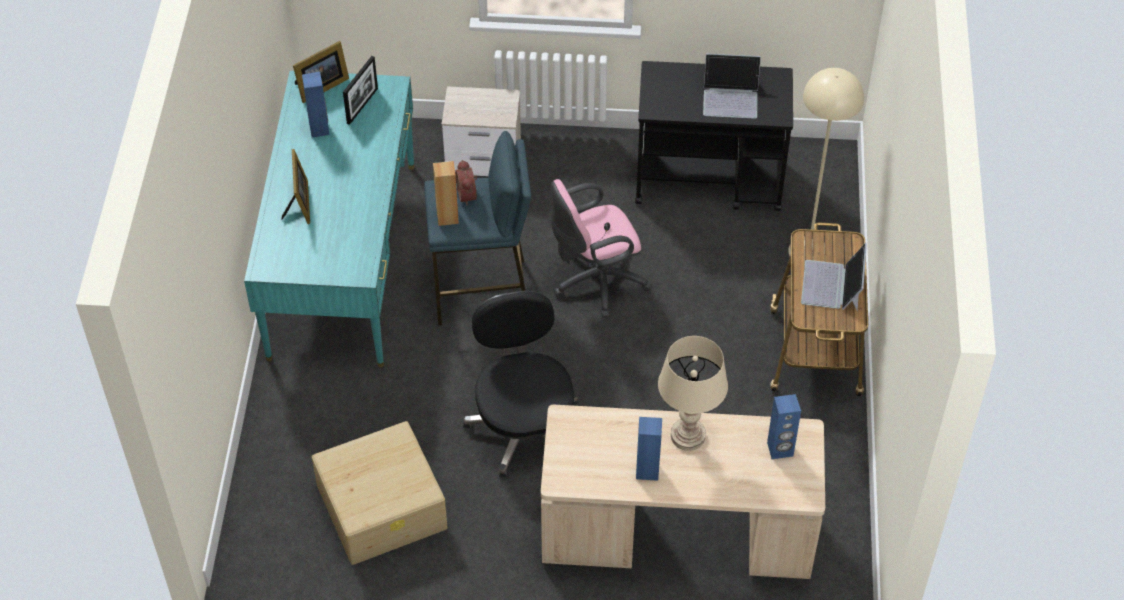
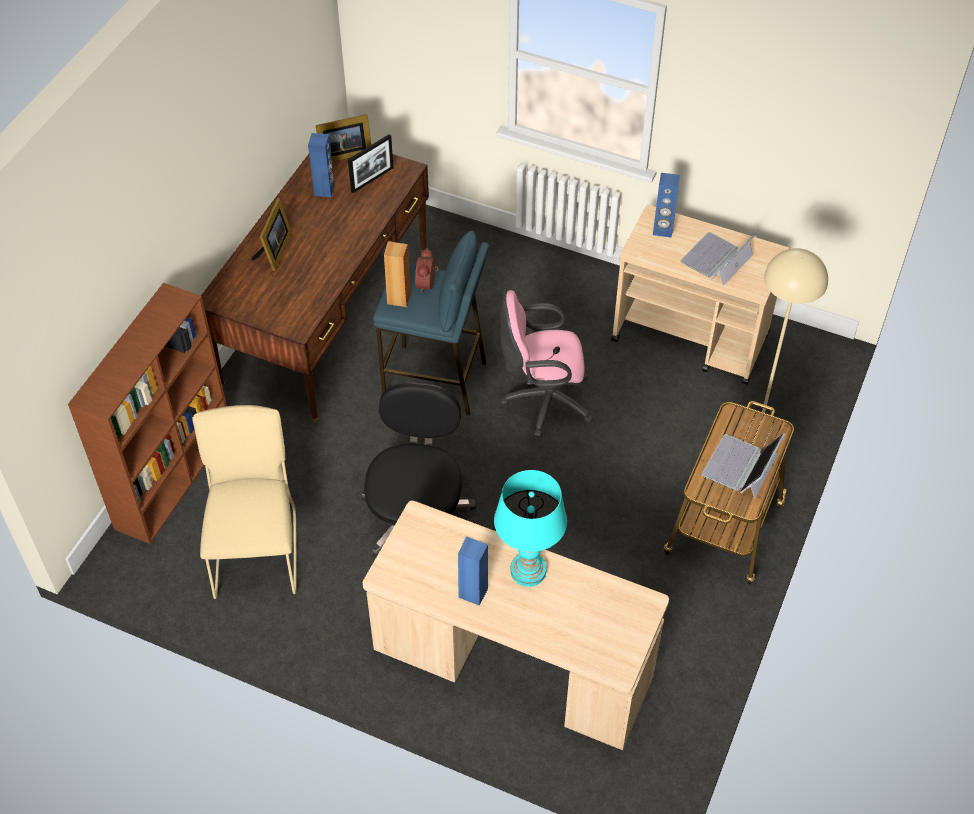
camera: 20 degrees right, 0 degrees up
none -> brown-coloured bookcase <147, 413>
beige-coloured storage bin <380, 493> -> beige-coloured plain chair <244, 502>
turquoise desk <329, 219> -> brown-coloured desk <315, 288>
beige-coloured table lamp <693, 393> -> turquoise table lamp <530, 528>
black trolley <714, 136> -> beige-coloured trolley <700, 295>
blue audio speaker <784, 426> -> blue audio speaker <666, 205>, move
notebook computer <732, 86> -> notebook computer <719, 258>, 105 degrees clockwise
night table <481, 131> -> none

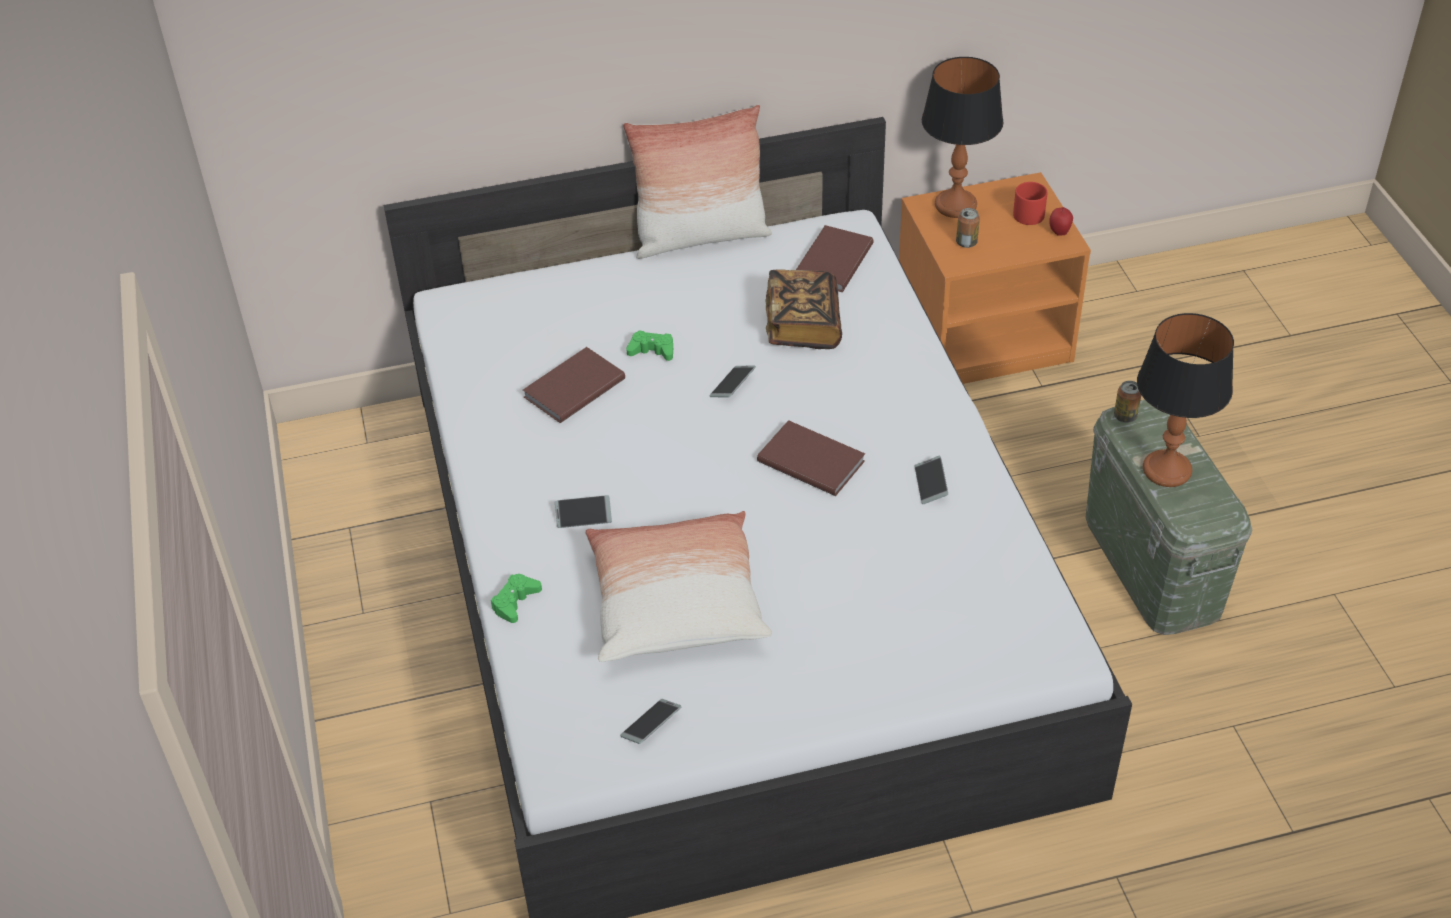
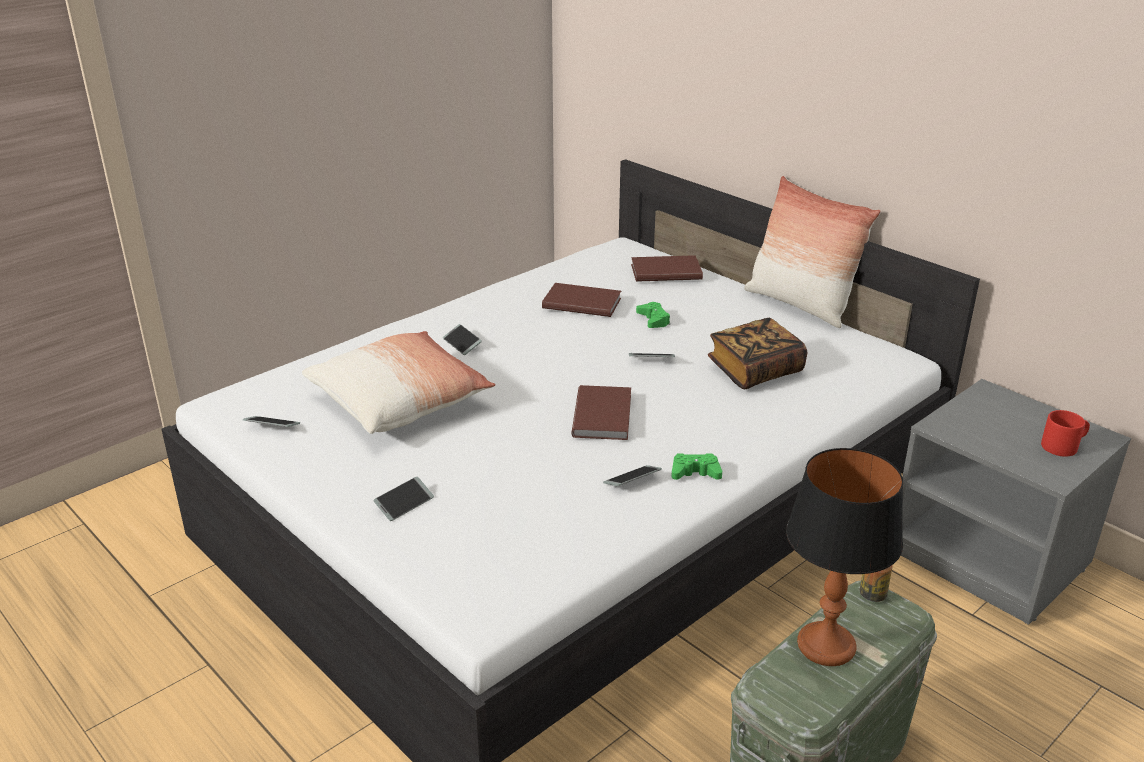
camera: 60 degrees right, 15 degrees down
none -> phone <404, 499>
brown-coloured volume <835, 258> -> brown-coloured volume <667, 268>, move
greenish gamepad <516, 598> -> greenish gamepad <696, 466>, move
orange night table <995, 278> -> greyish night table <1016, 502>
table lamp <963, 137> -> none
sealed can <968, 228> -> none
whole apple <1061, 221> -> none

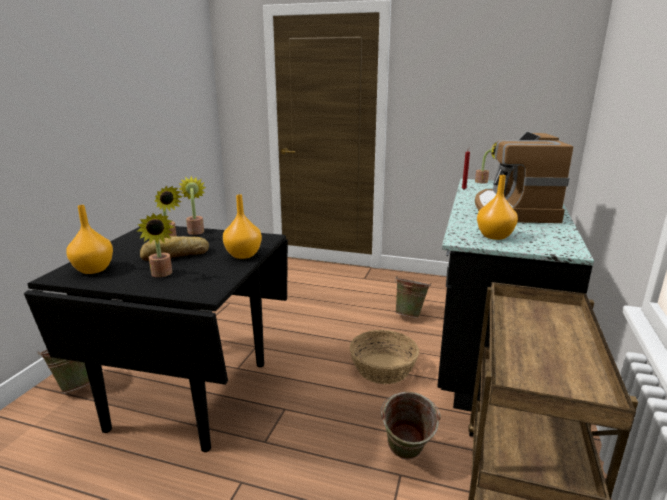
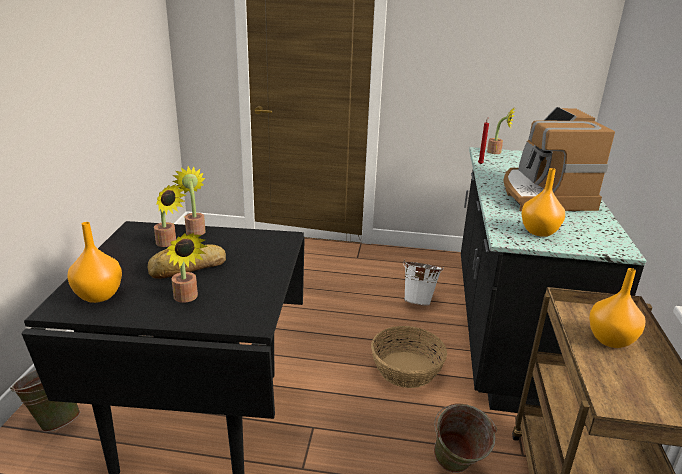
camera: 10 degrees left, 5 degrees up
greenish pail <413, 297> -> white pail <423, 282>
orange vase <242, 226> -> orange vase <617, 308>, move

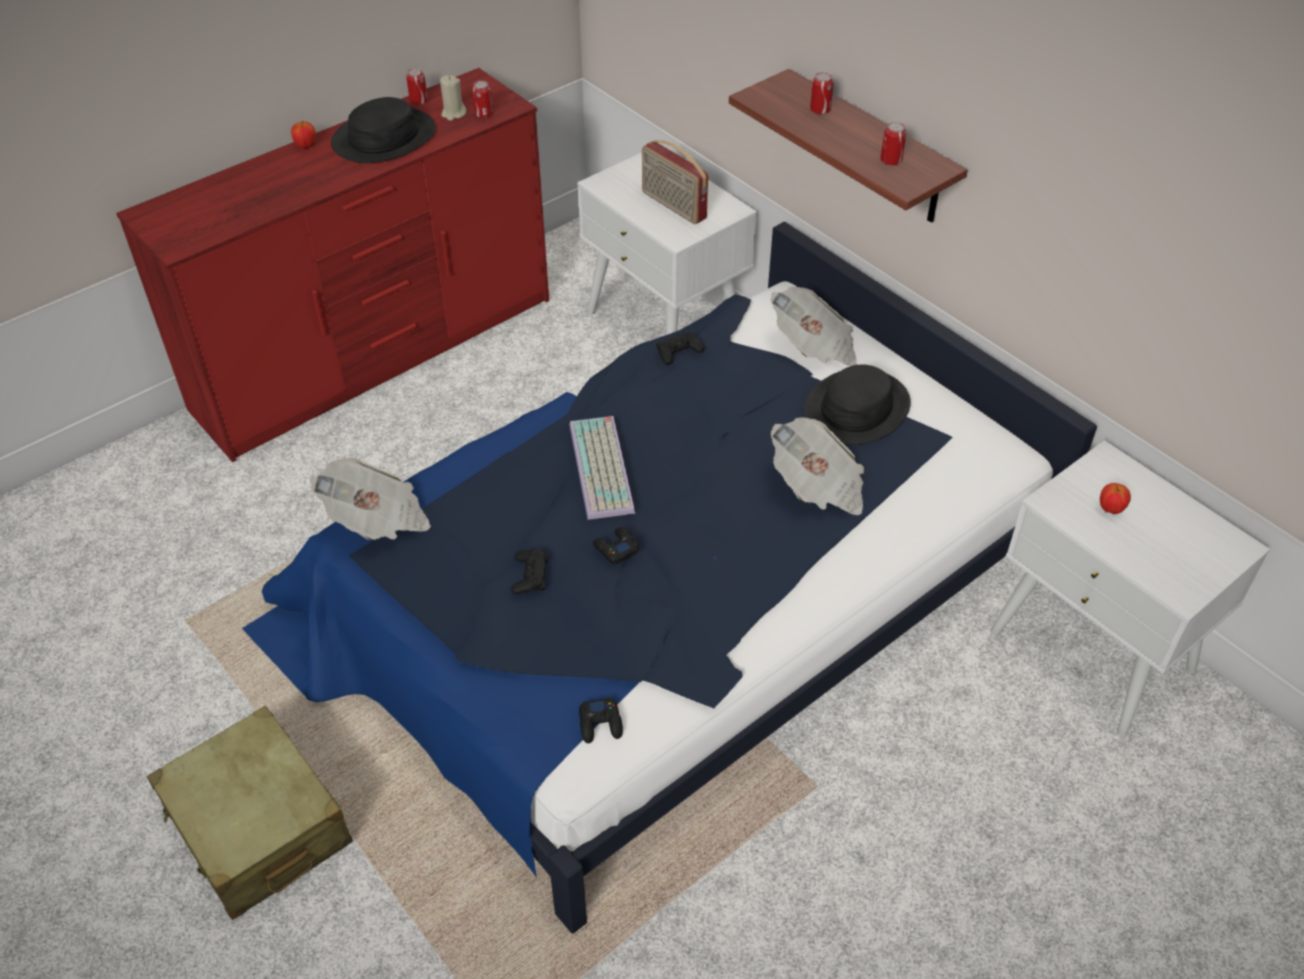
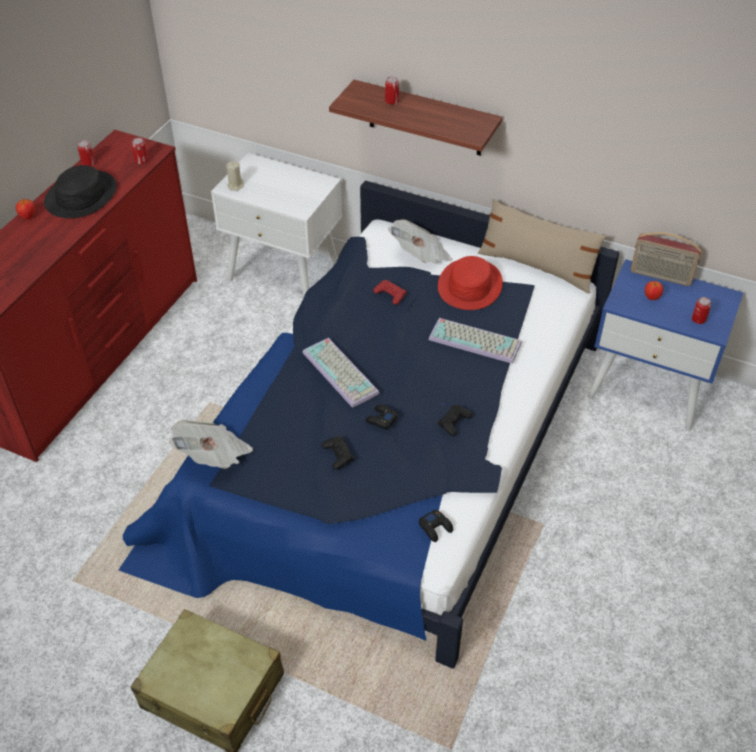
camera: 25 degrees left, 0 degrees up
beige-coloured wax candle <453, 98> -> beige-coloured wax candle <235, 176>, move
none -> red gamepad <390, 292>
printed paper <817, 466> -> computer keyboard <475, 341>
black clothing hat <857, 404> -> red clothing hat <470, 283>
black gamepad <680, 348> -> black gamepad <455, 420>, move
none -> beige-coloured cushion <542, 246>
white night table <1130, 588> -> blue night table <666, 345>
radio set <675, 182> -> radio set <666, 259>, move
sealed can <893, 144> -> sealed can <701, 310>, move

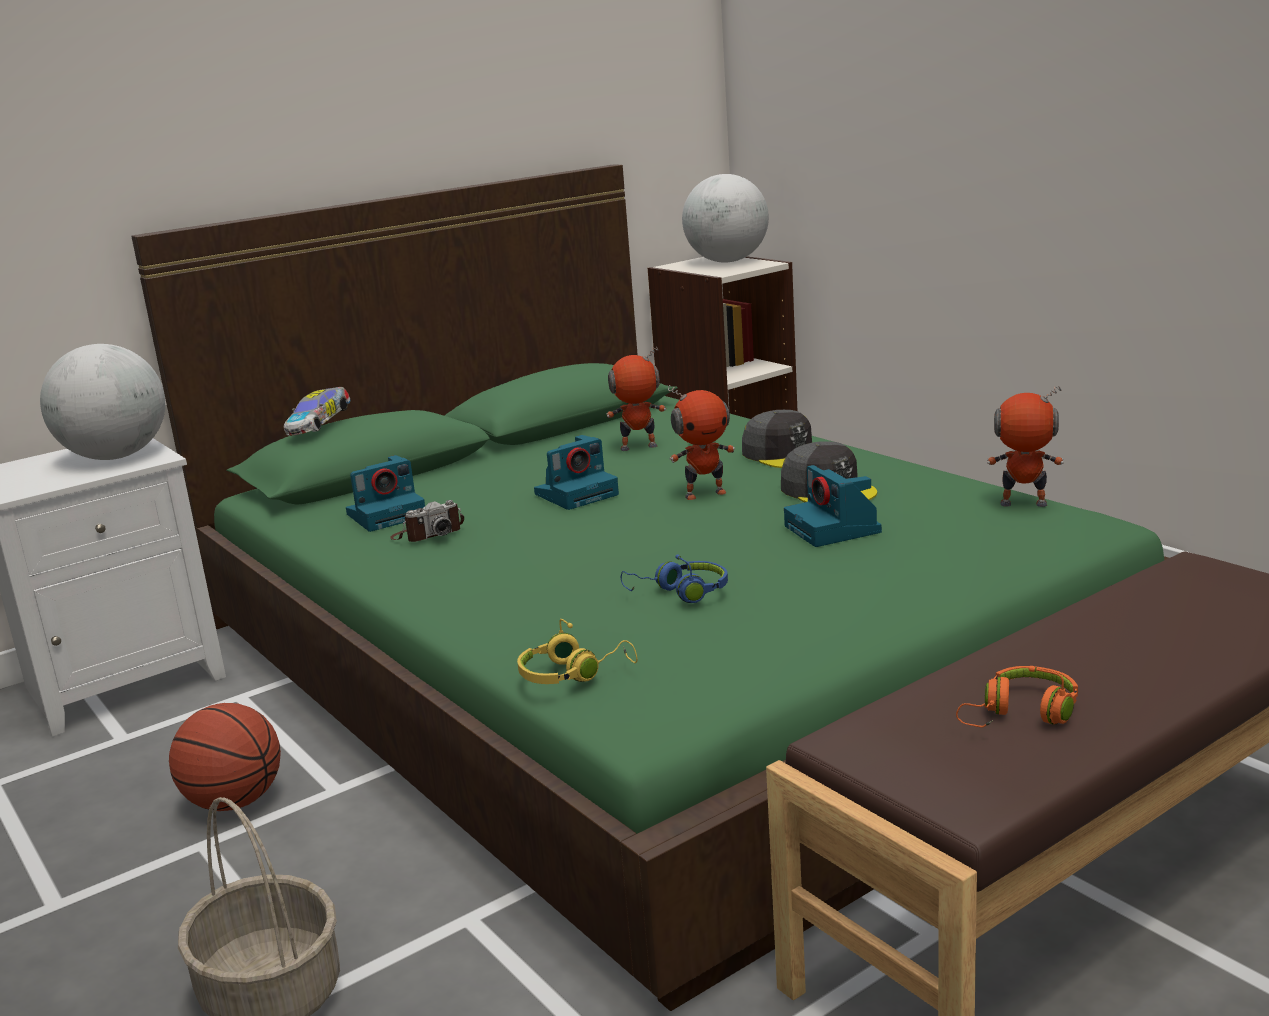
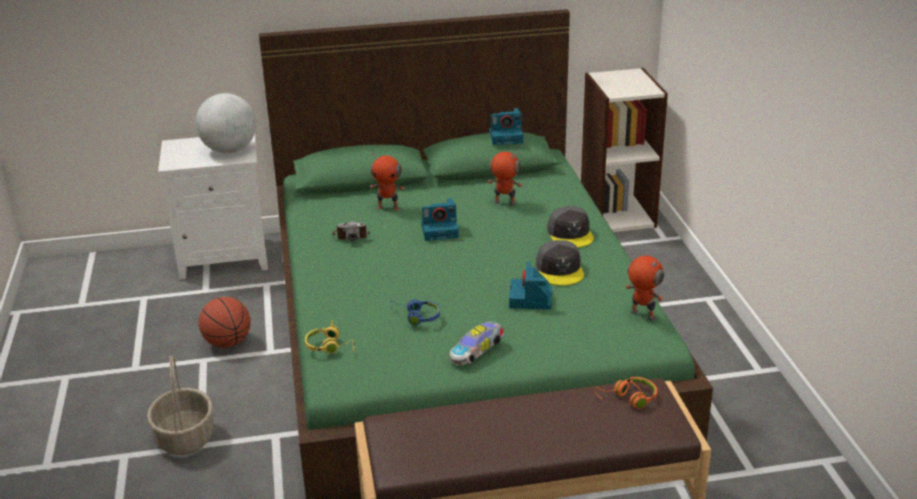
camera: 25 degrees right, 10 degrees up
toy robot <701, 442> -> toy robot <387, 180>, move
model car <317, 411> -> model car <477, 343>, move
still camera <385, 493> -> still camera <506, 126>, move
orange pair of headphones <1017, 697> -> orange pair of headphones <625, 393>, move
globe <725, 218> -> none

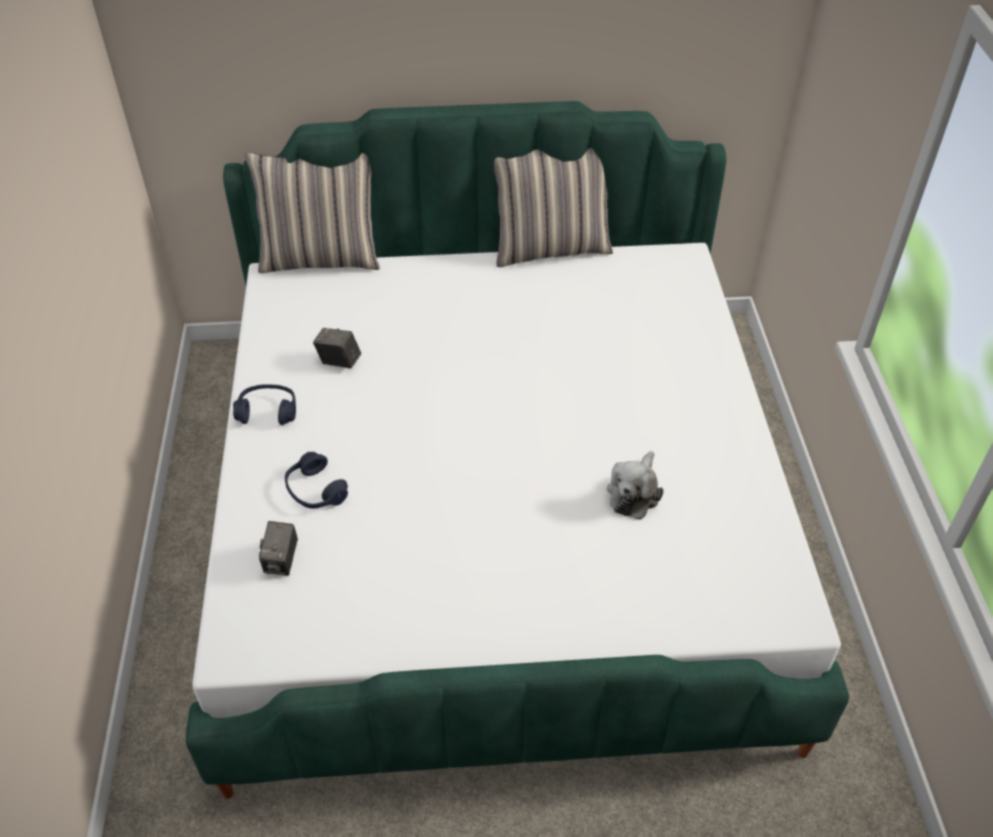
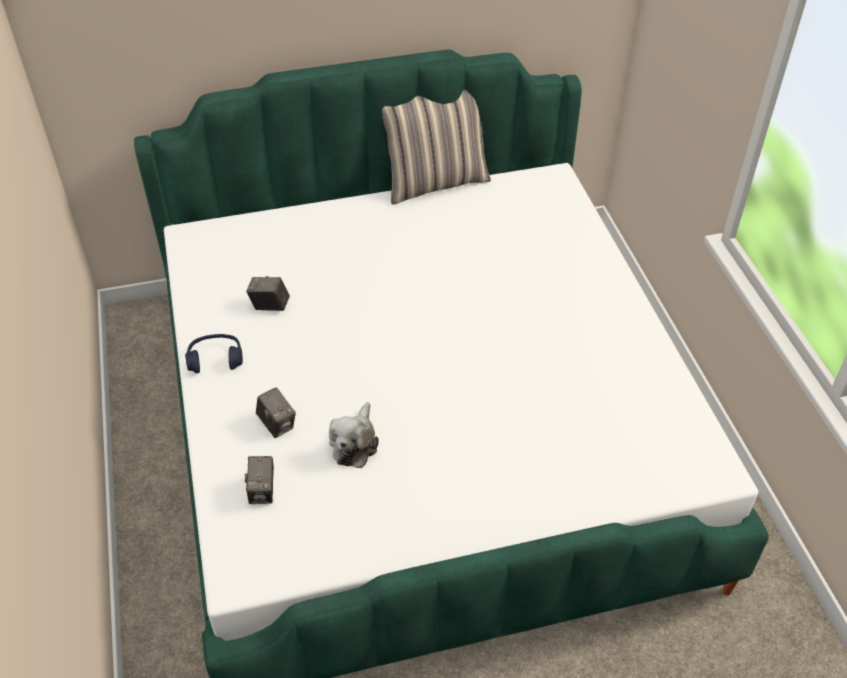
camera: 10 degrees left, 0 degrees up
blue pair of headphones <316, 480> -> still camera <276, 412>
soft toy <635, 485> -> soft toy <354, 435>, move
cushion <312, 212> -> none

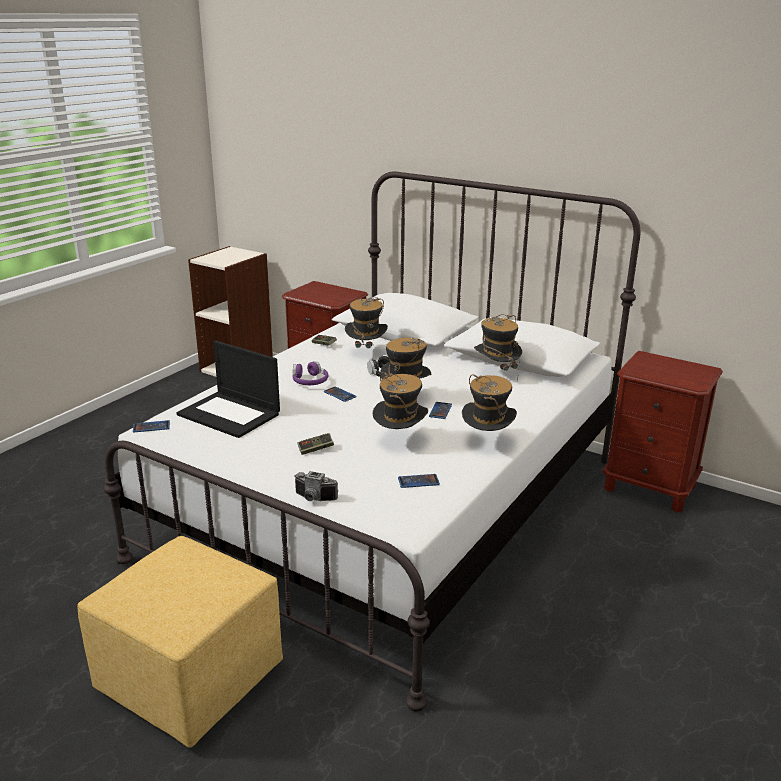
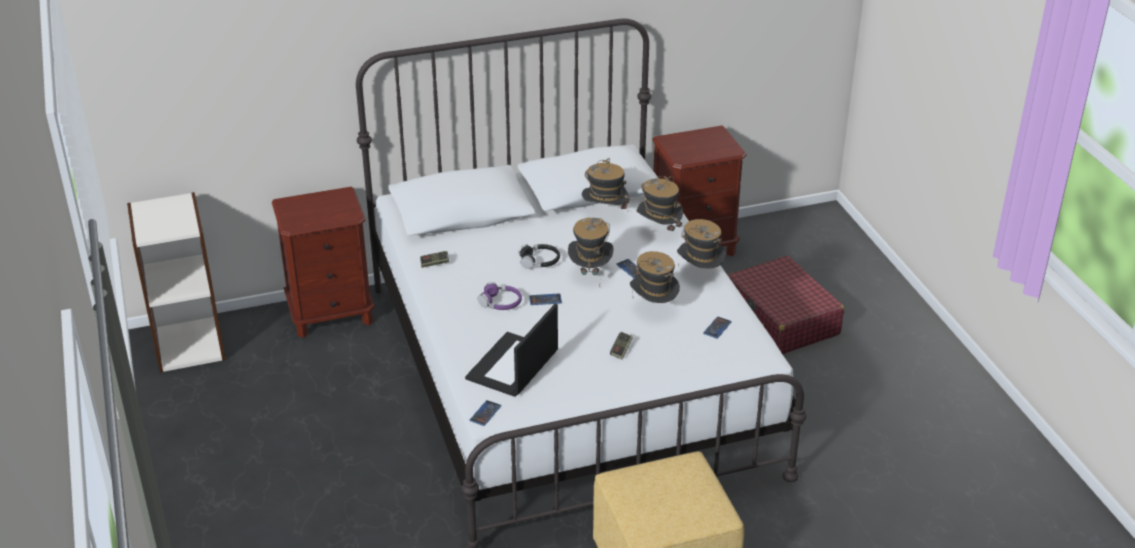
camera: 50 degrees left, 10 degrees up
notebook computer <228, 389> -> notebook computer <511, 350>, 135 degrees clockwise
clothing hat <366, 323> -> clothing hat <660, 206>, move
none -> red suitcase <786, 305>
still camera <316, 486> -> none

